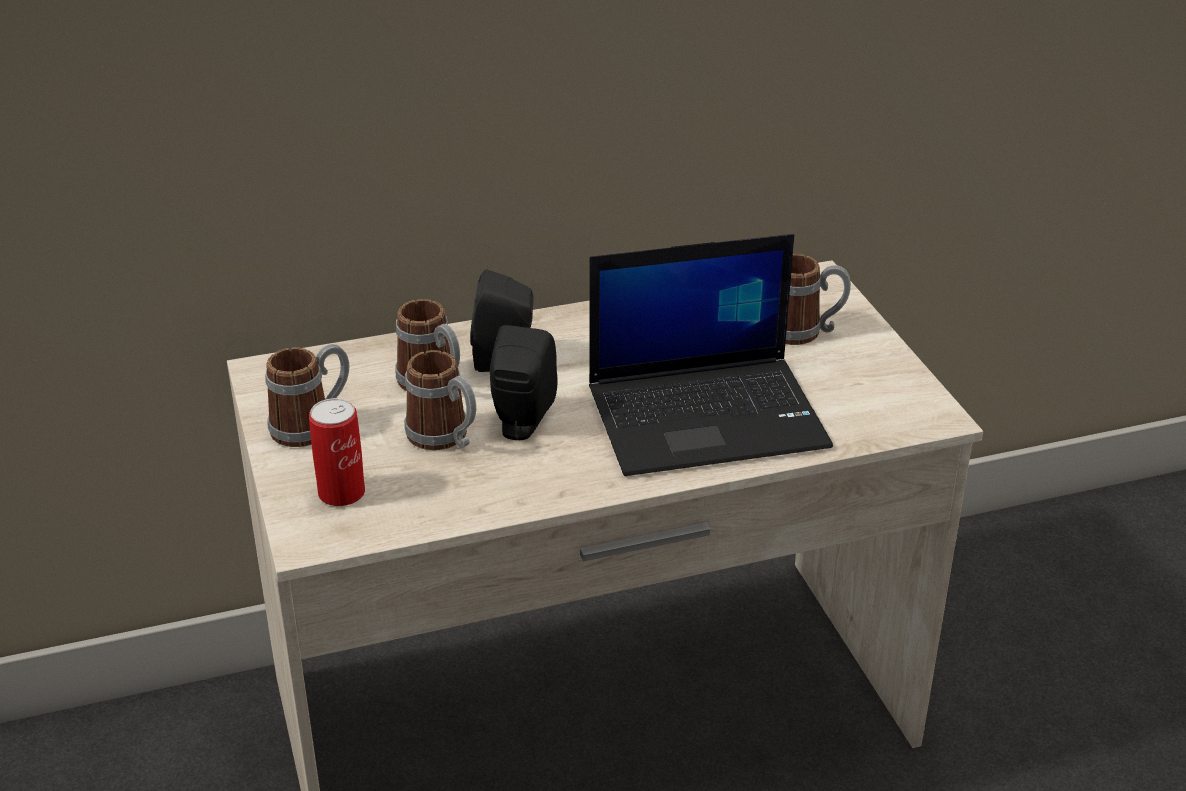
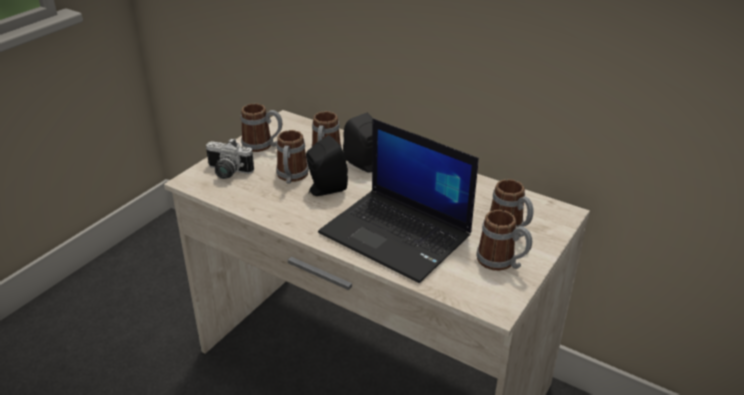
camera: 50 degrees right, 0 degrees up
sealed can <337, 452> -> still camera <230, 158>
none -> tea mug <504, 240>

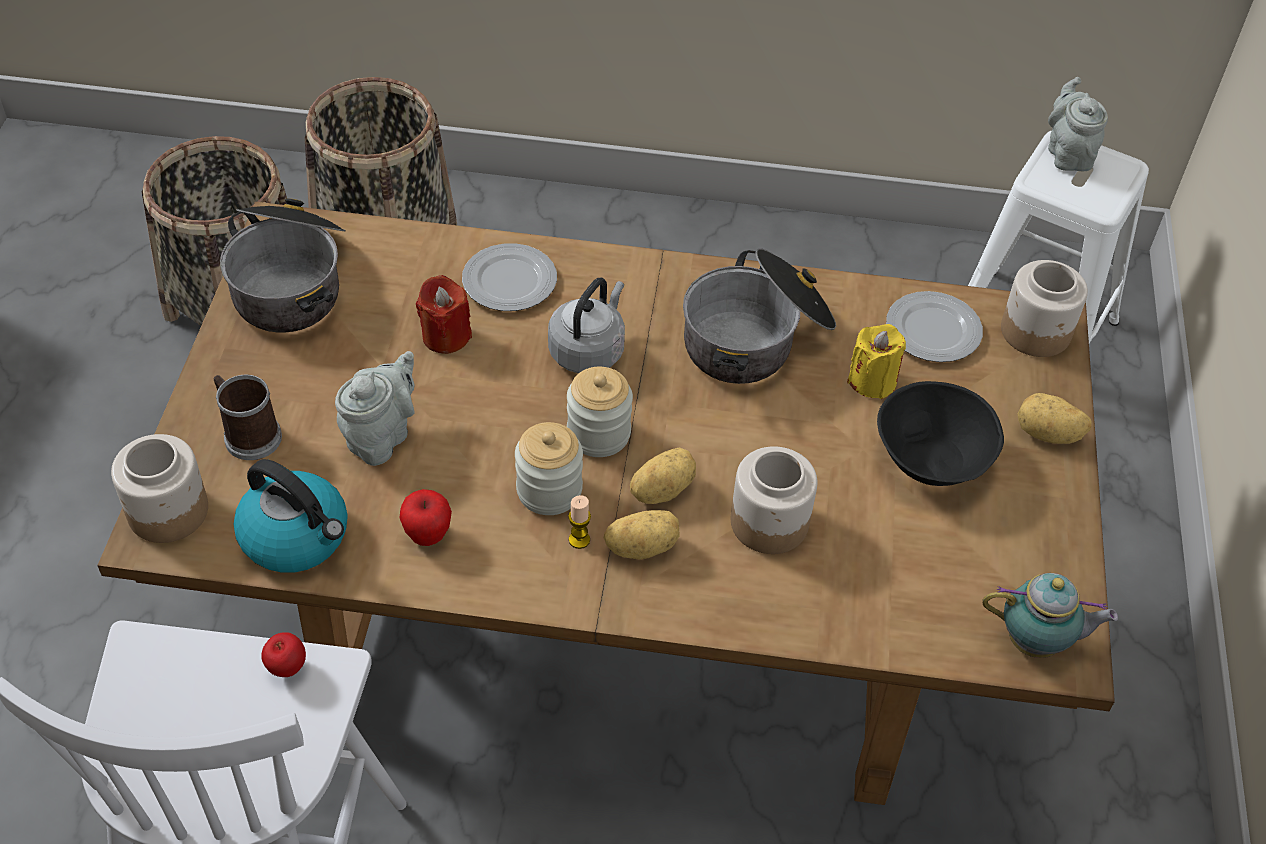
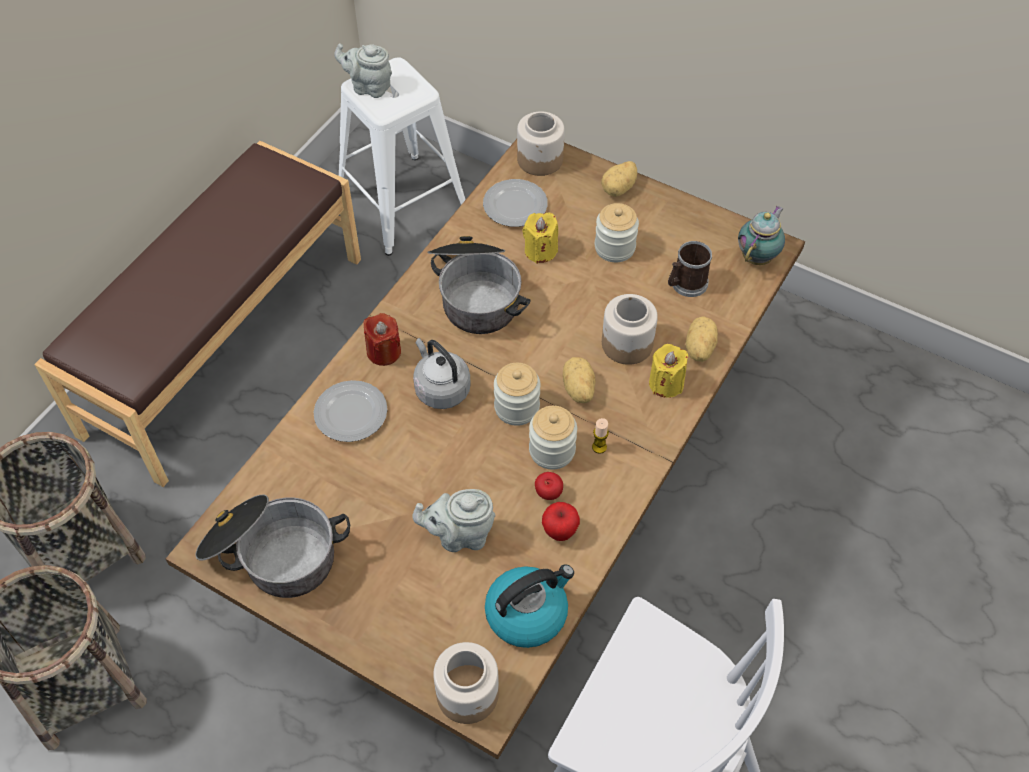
camera: 65 degrees left, 5 degrees up
none -> brown-coloured long seat <197, 314>
red wax candle <444, 314> -> red wax candle <382, 339>, move
greyish pot for tea <375, 408> -> greyish pot for tea <453, 520>, 60 degrees counterclockwise
whole apple <283, 654> -> whole apple <549, 486>, move
black serving bowl <940, 433> -> preserve jar <617, 232>
none -> yellow wax candle <669, 371>
tea mug <248, 417> -> tea mug <690, 269>, move
whole potato <642, 535> -> whole potato <701, 339>, move

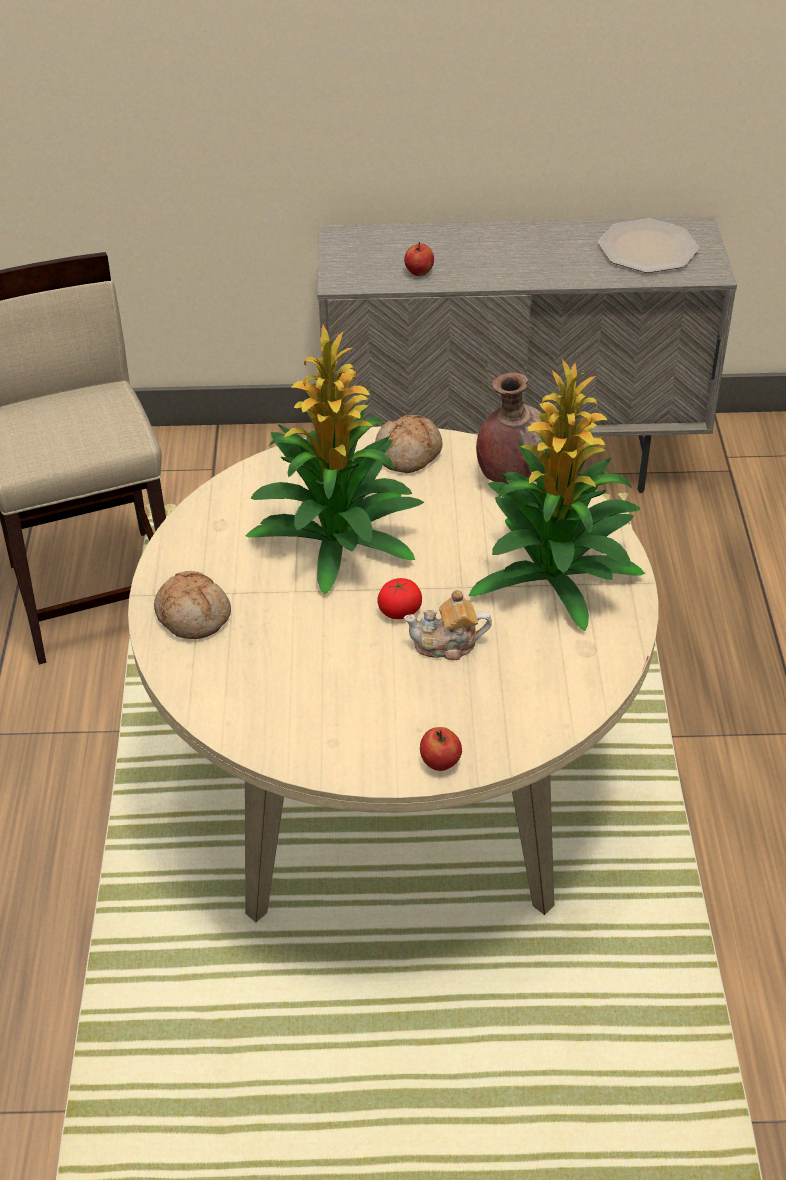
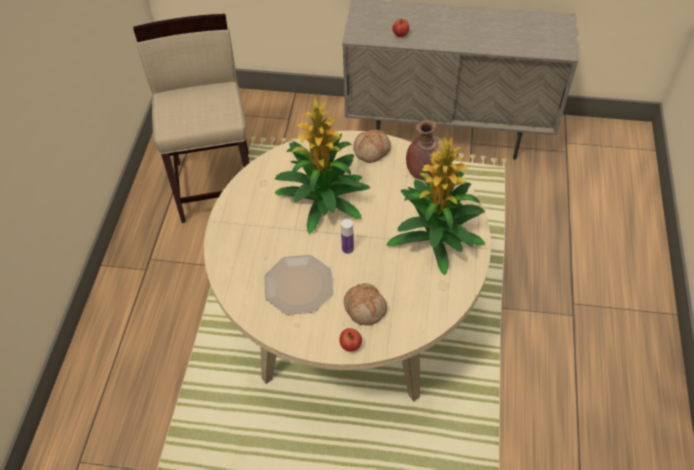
camera: 10 degrees right, 10 degrees up
dinner plate <648, 246> -> dinner plate <299, 285>, move
tomato <400, 598> -> bottle <347, 236>
bread <192, 605> -> bread <365, 304>, move
pot for tea <448, 624> -> none

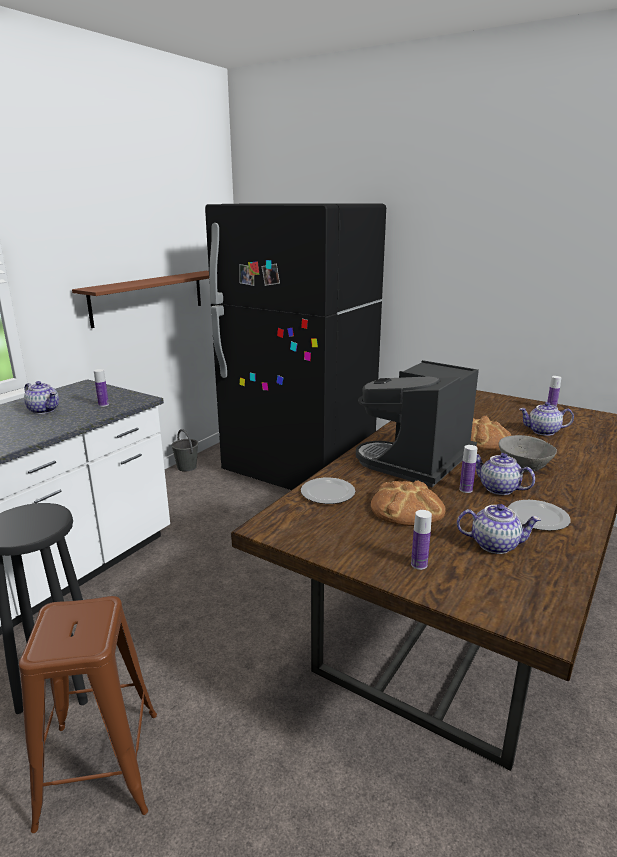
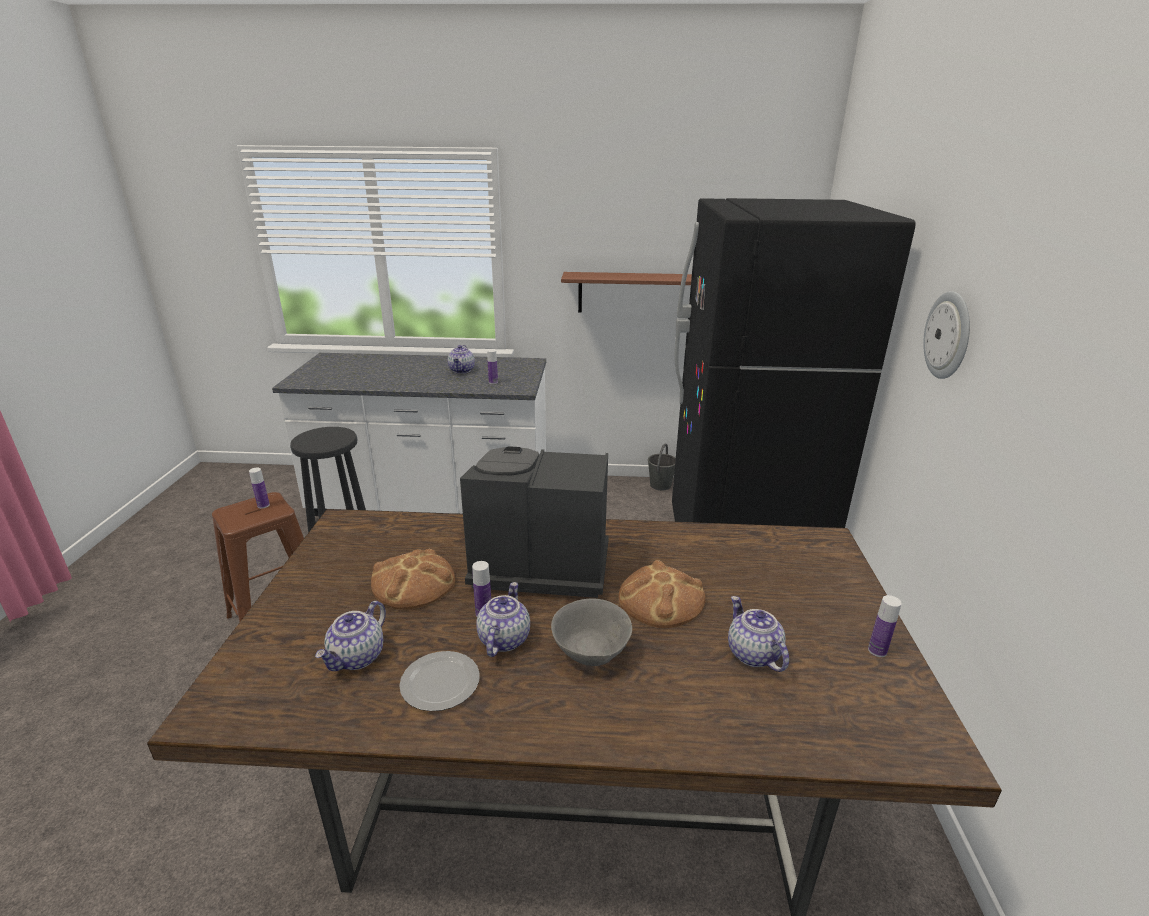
camera: 60 degrees right, 5 degrees up
bottle <421, 540> -> bottle <259, 488>, move
pot for tea <499, 529> -> pot for tea <350, 636>, 45 degrees clockwise
none -> wall clock <946, 335>
dinner plate <328, 490> -> none

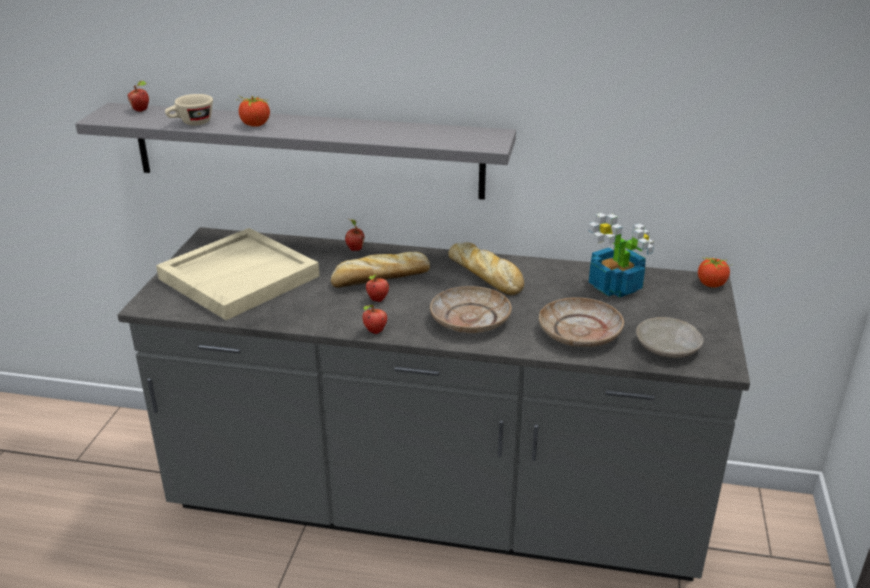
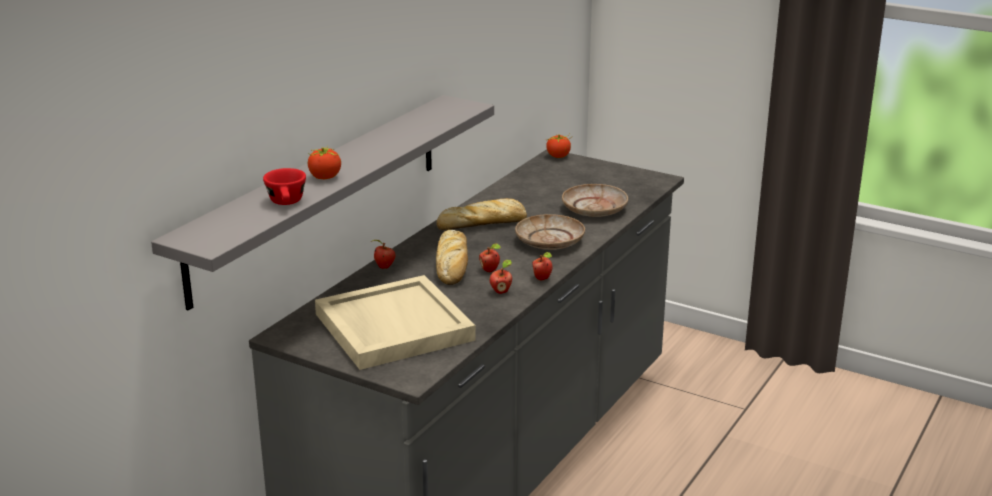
camera: 70 degrees left, 5 degrees down
beige-coloured cup <189, 110> -> red cup <284, 186>
whole apple <138, 96> -> whole apple <501, 277>, move
plant in a pot <621, 255> -> none
beige-coloured dinner plate <670, 337> -> none

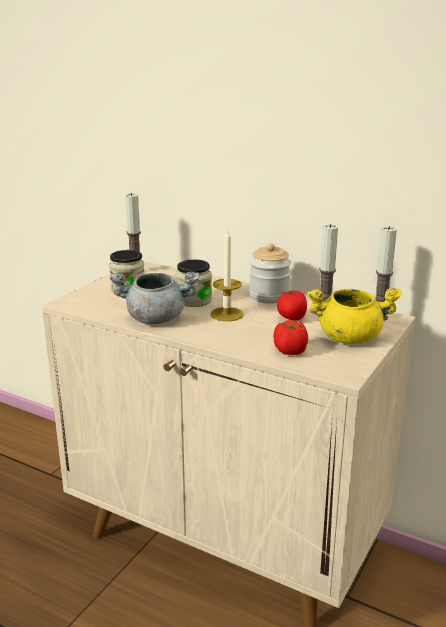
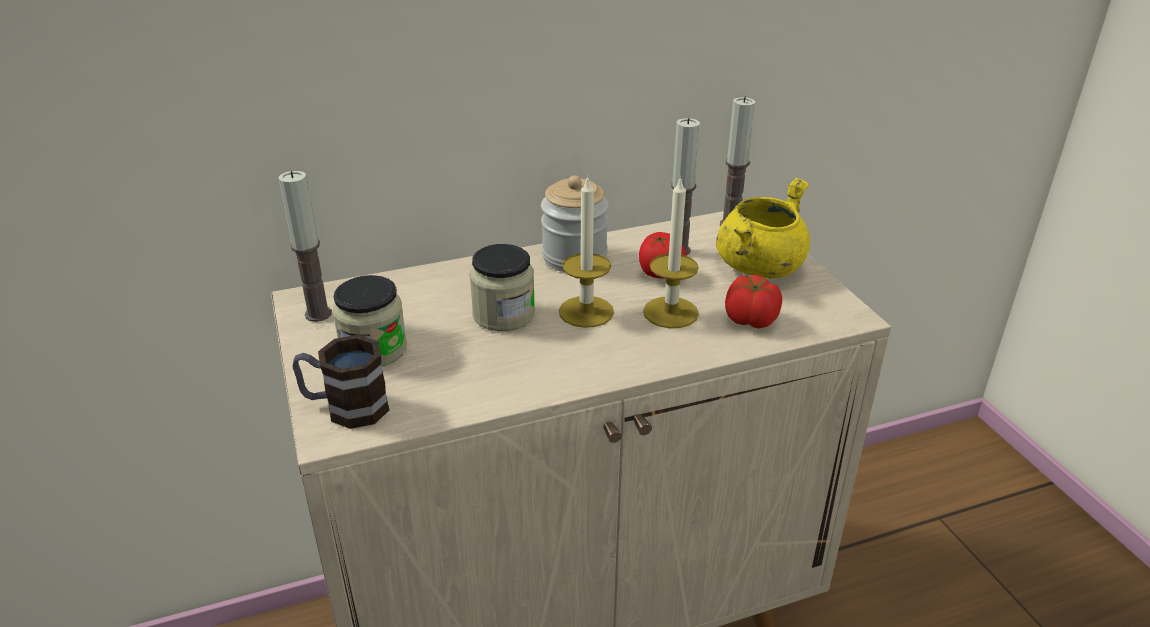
camera: 50 degrees left, 10 degrees up
none -> tea mug <340, 382>
none -> wax candle <671, 252>
greyish stockpot <155, 298> -> none

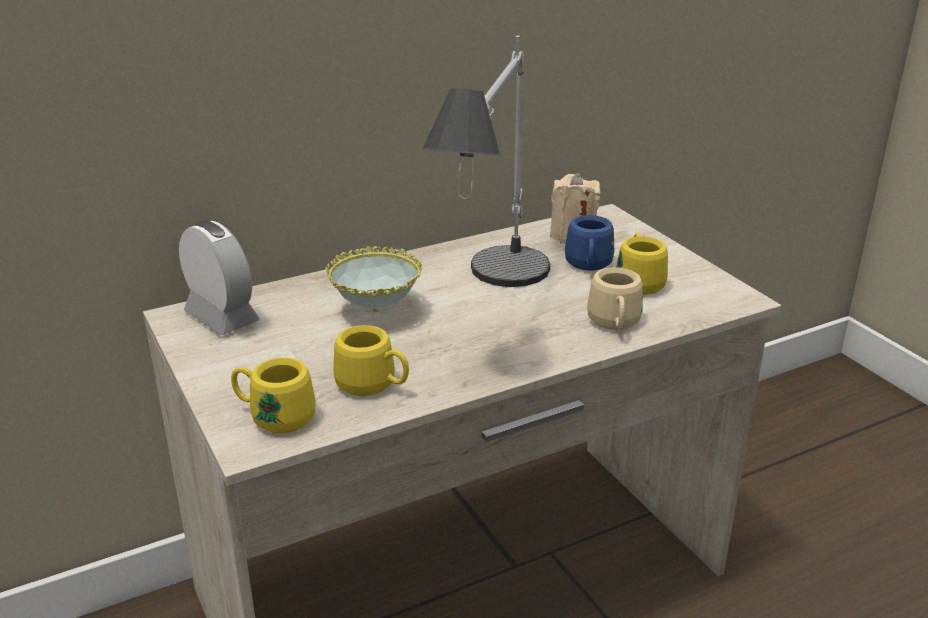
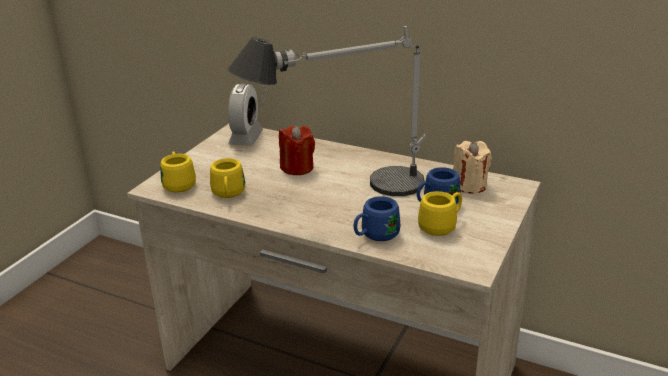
camera: 55 degrees right, 0 degrees up
serving bowl <374, 279> -> red wax candle <297, 150>
beige-coloured tea mug <615, 298> -> blue tea mug <377, 218>

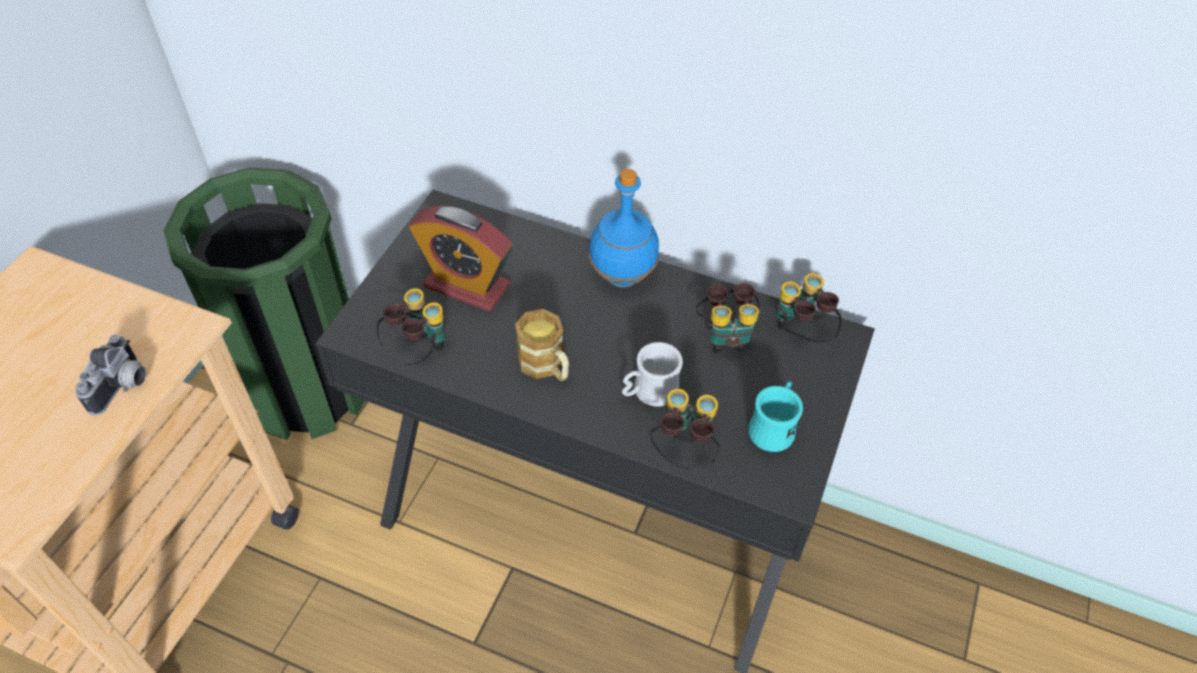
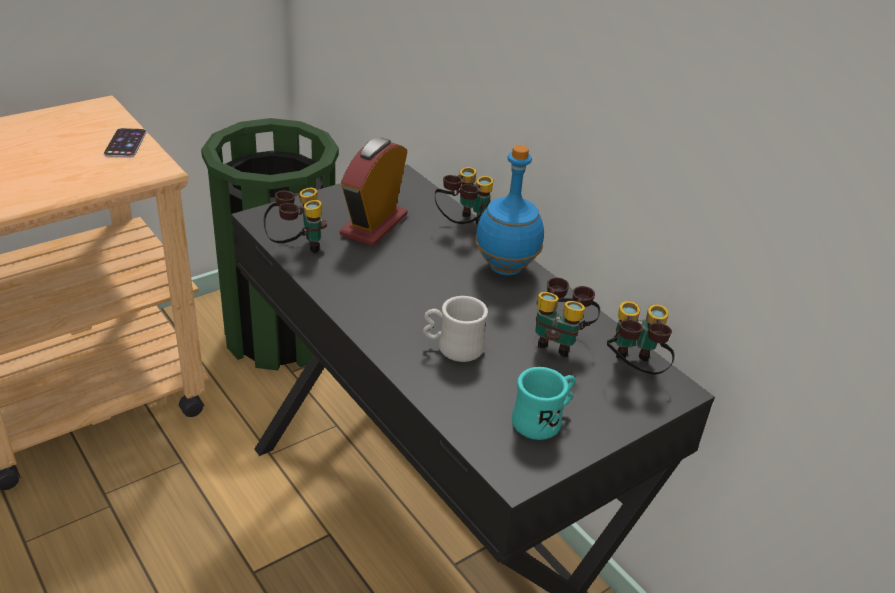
camera: 30 degrees right, 15 degrees down
none -> phone <125, 143>
alarm clock <460, 259> -> alarm clock <374, 191>, 60 degrees clockwise
binoculars <684, 429> -> binoculars <464, 196>, move
still camera <110, 375> -> none
tea mug <542, 345> -> none

